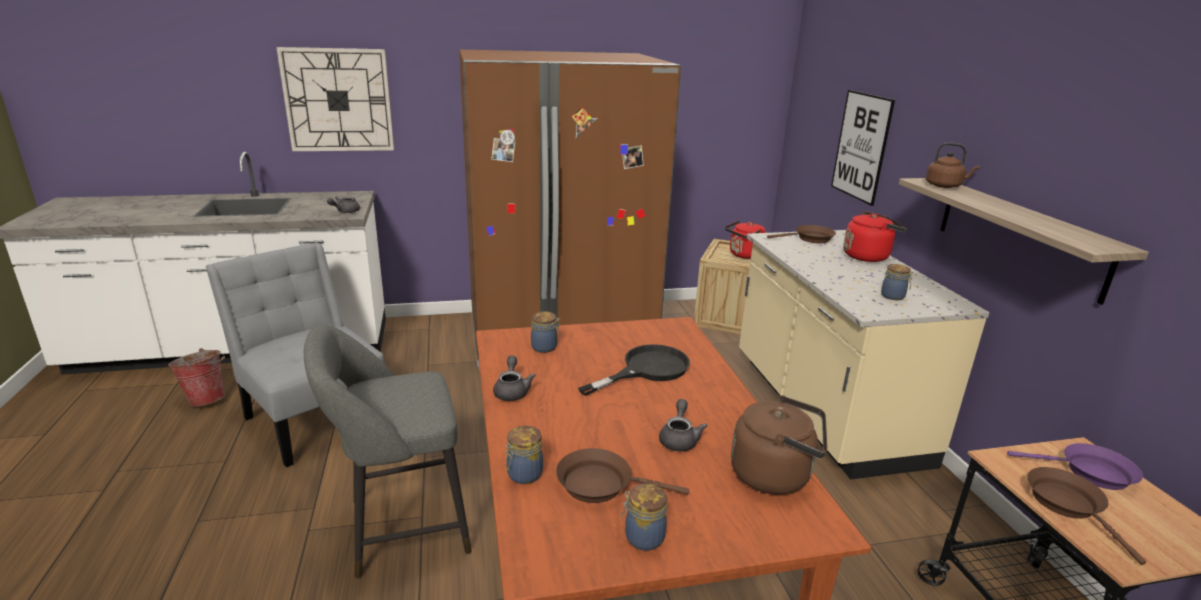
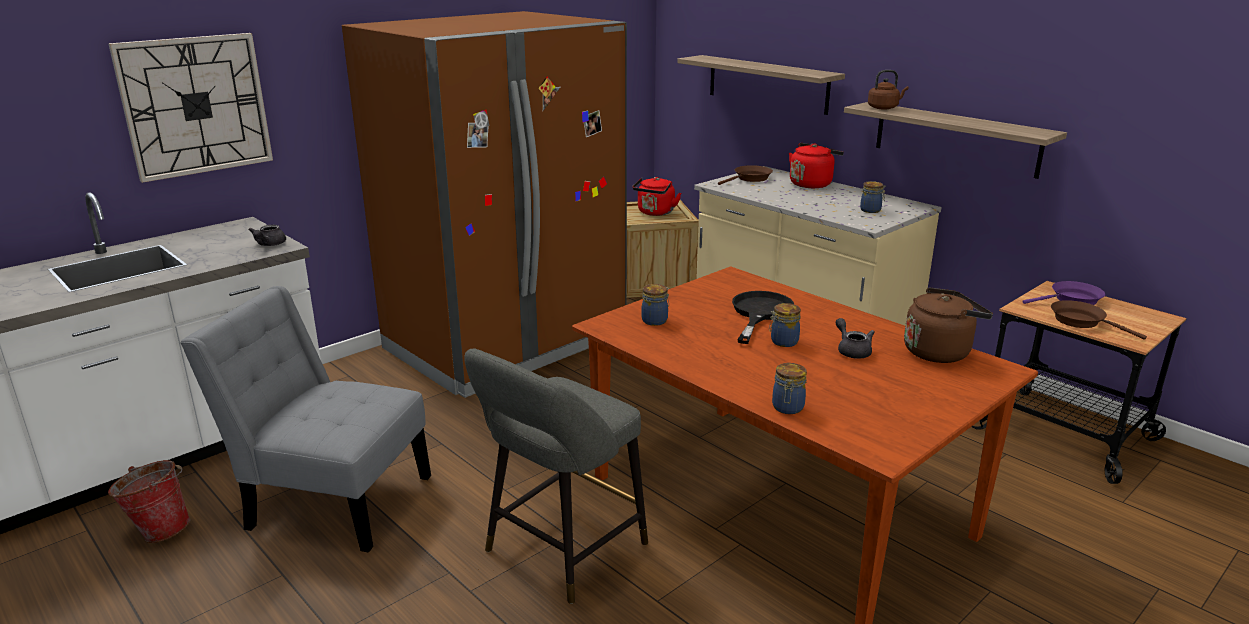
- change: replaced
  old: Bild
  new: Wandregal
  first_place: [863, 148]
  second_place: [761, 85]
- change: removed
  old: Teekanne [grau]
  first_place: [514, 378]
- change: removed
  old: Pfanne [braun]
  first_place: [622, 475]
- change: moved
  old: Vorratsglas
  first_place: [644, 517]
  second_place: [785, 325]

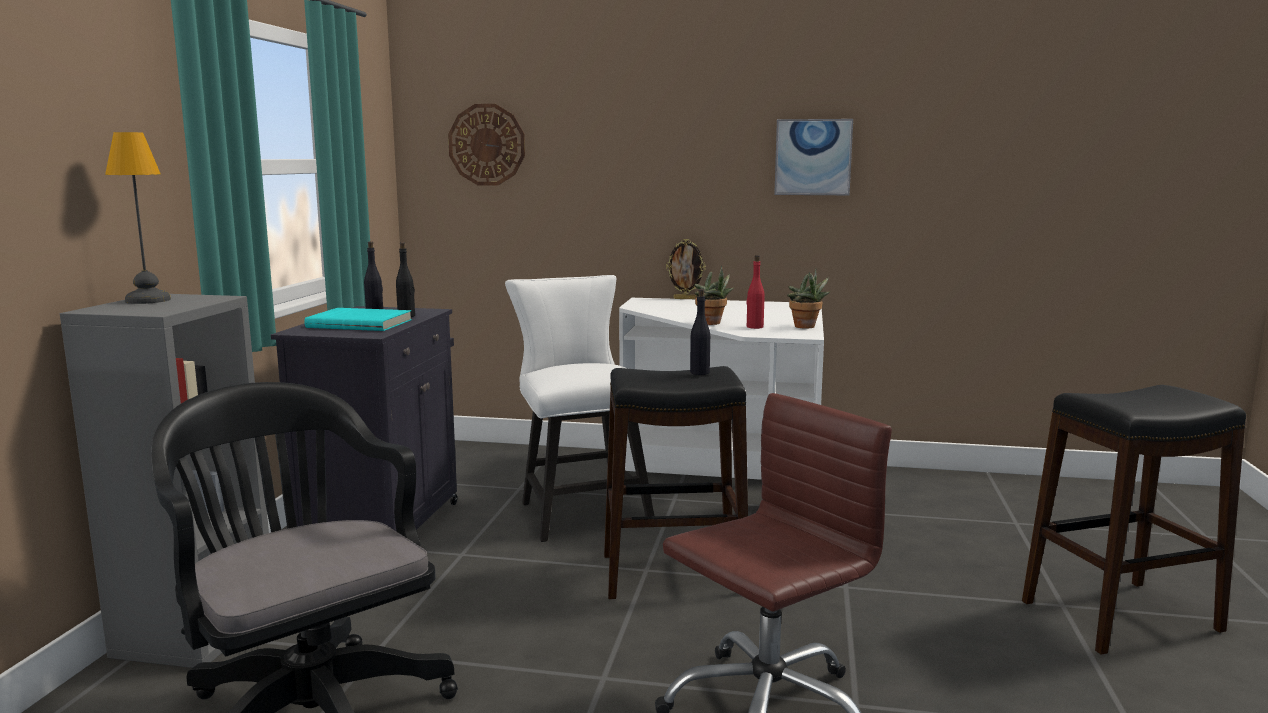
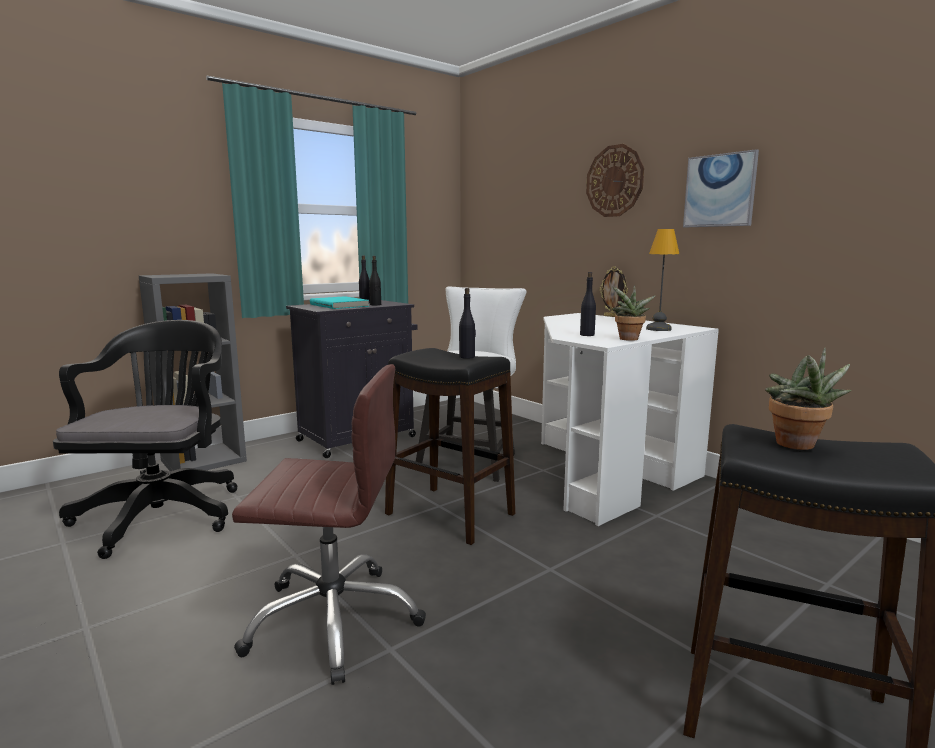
- change: moved
  old: Wanduhr
  first_place: [486, 145]
  second_place: [615, 180]
- change: moved
  old: Tischlampe
  first_place: [138, 218]
  second_place: [662, 280]
- change: recoloured
  old: Flasche [rot]
  new: Flasche [schwarz]
  first_place: [756, 292]
  second_place: [588, 304]
- change: moved
  old: Topfpflanze
  first_place: [714, 295]
  second_place: [808, 399]

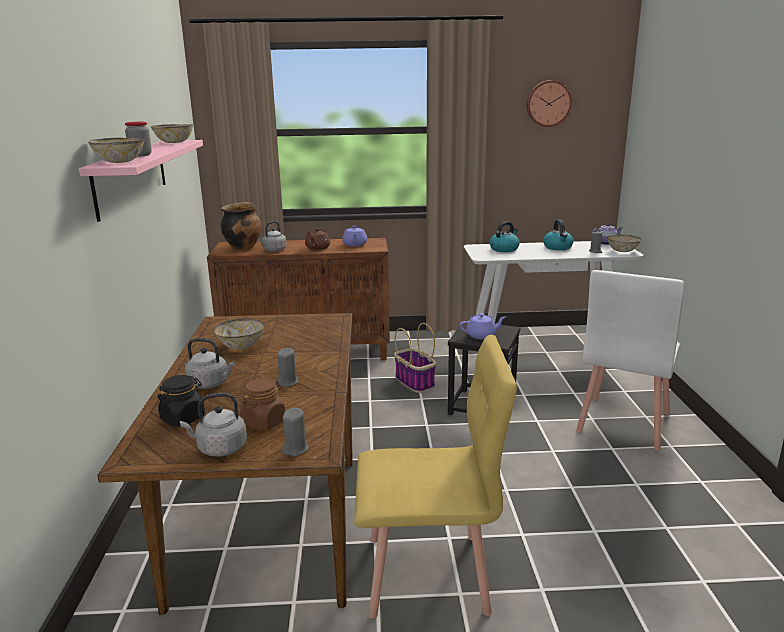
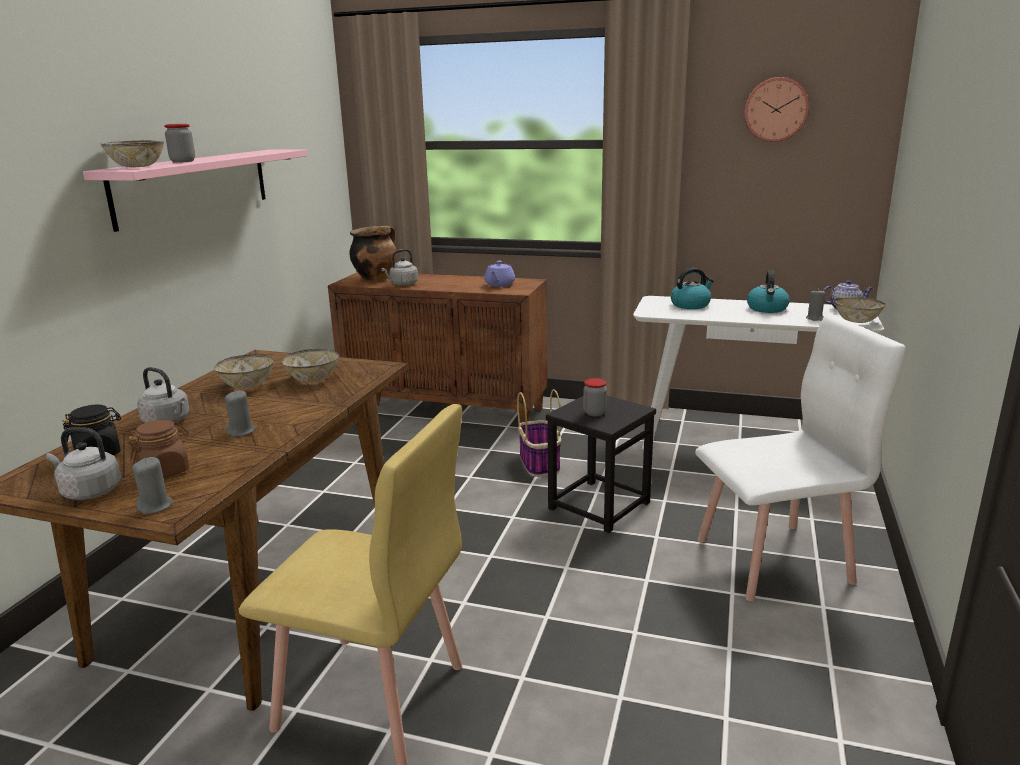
- change: moved
  old: Schüssel
  first_place: [172, 133]
  second_place: [310, 365]
- change: removed
  old: Teekanne [braun]
  first_place: [317, 239]
- change: turned
  old: Stuhl [weiß]
  first_place: [630, 360]
  second_place: [800, 457]
  degrees: -150
- change: replaced
  old: Teekanne [lila]
  new: Vorratsglas
  first_place: [483, 326]
  second_place: [595, 397]

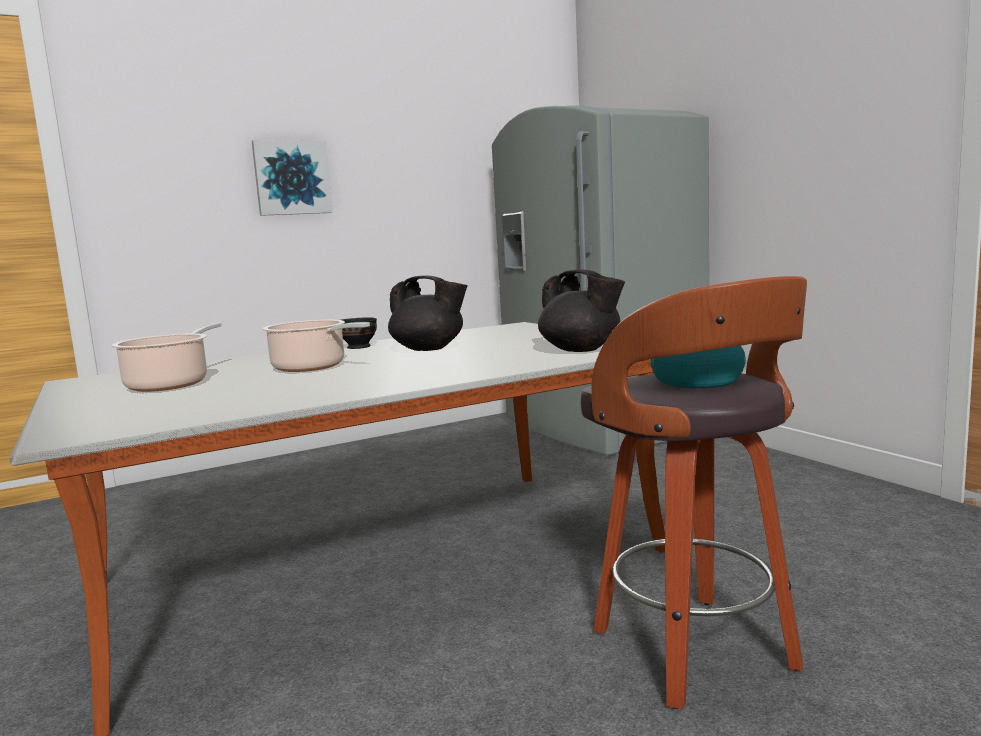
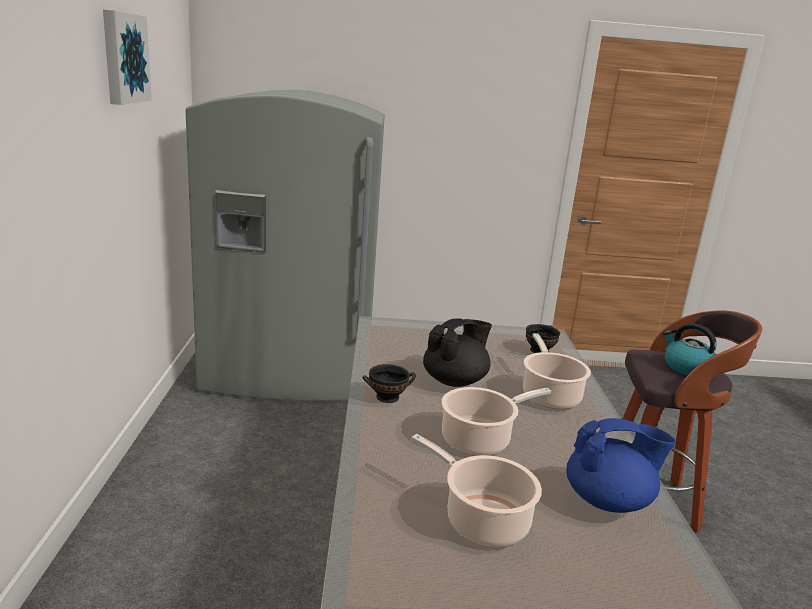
- change: moved
  old: Bild
  first_place: [292, 178]
  second_place: [127, 57]
- change: replaced
  old: Teekanne [schwarz]
  new: Schüssel [schwarz]
  first_place: [581, 311]
  second_place: [543, 338]
- change: added
  new: Kochtopf
  second_place: [557, 371]
- change: added
  new: Teekanne [blau]
  second_place: [621, 465]

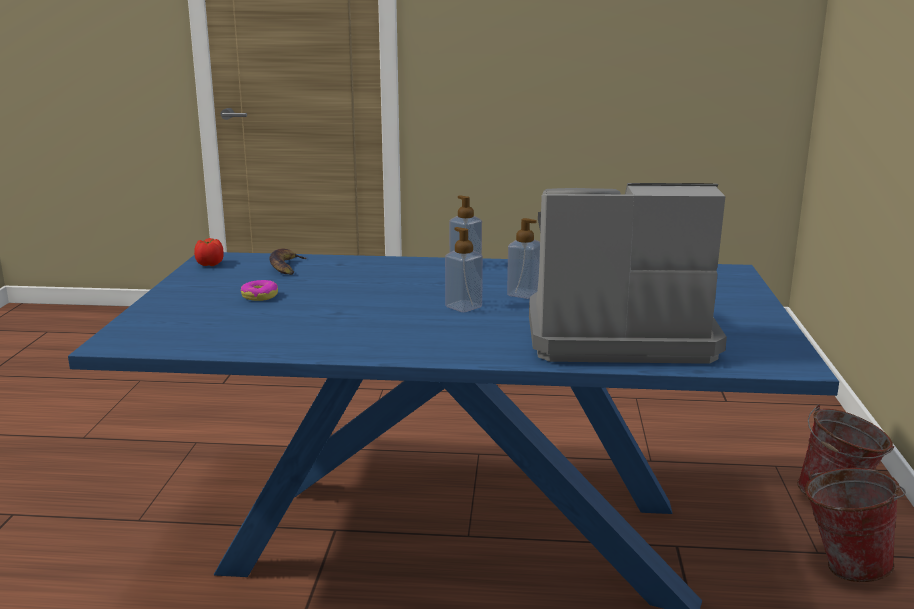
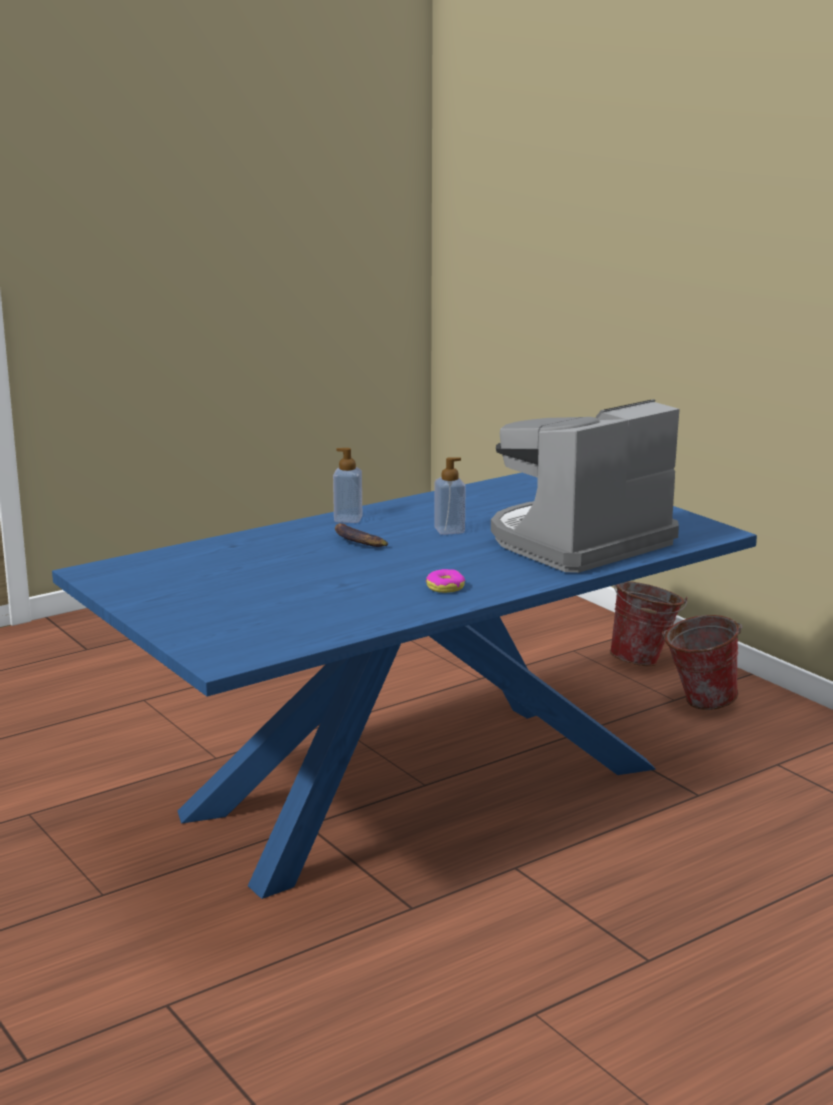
- change: removed
  old: Seifenspender
  first_place: [464, 269]
- change: removed
  old: Tomate
  first_place: [209, 252]
- change: moved
  old: Banane
  first_place: [288, 261]
  second_place: [361, 535]
- change: moved
  old: Donut
  first_place: [259, 290]
  second_place: [445, 581]

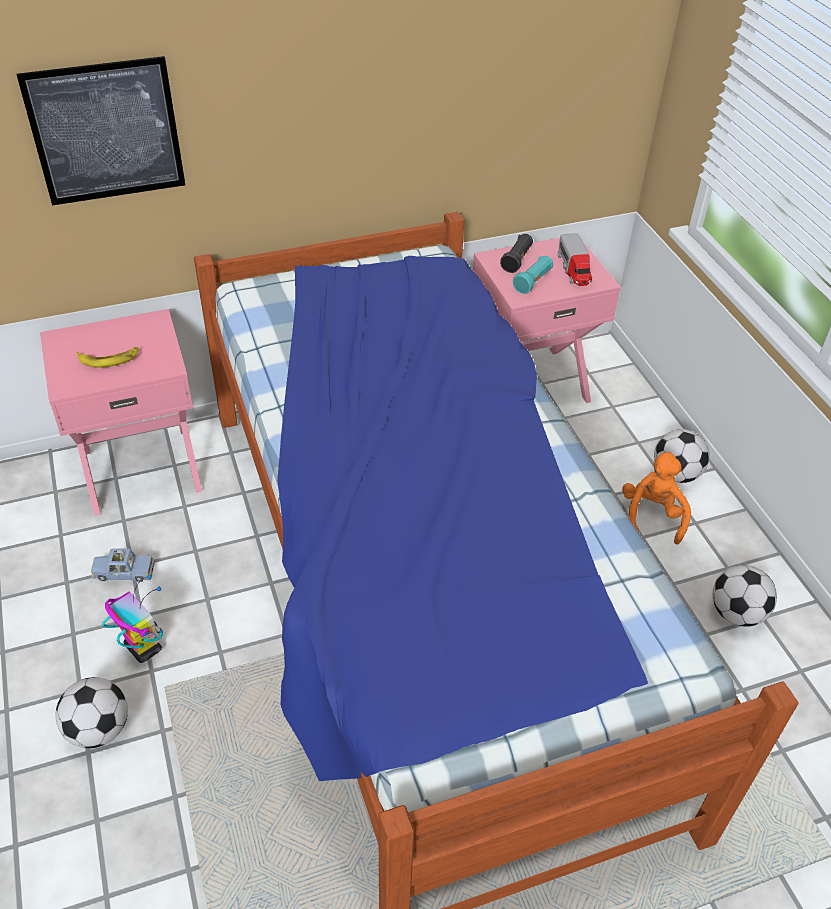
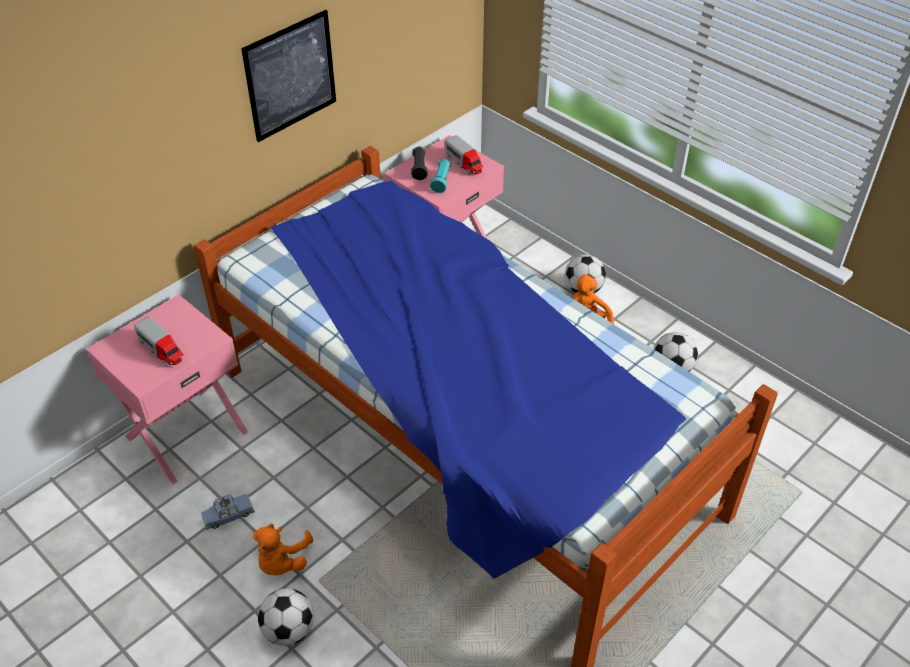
- change: moved
  old: Bild
  first_place: [101, 130]
  second_place: [288, 76]
- change: replaced
  old: Banane
  new: Spielzeuglaster
  first_place: [107, 357]
  second_place: [159, 341]
- change: replaced
  old: Spielzeugroboter
  new: Plüschtier [orange]
  first_place: [132, 618]
  second_place: [283, 549]

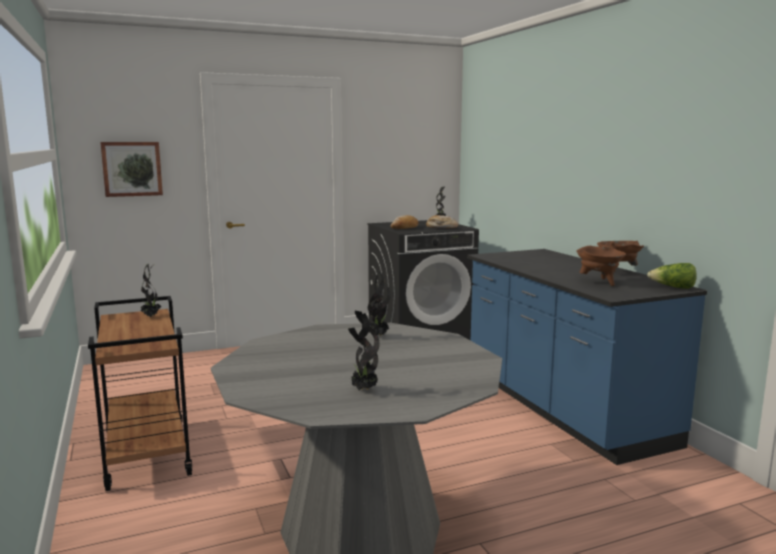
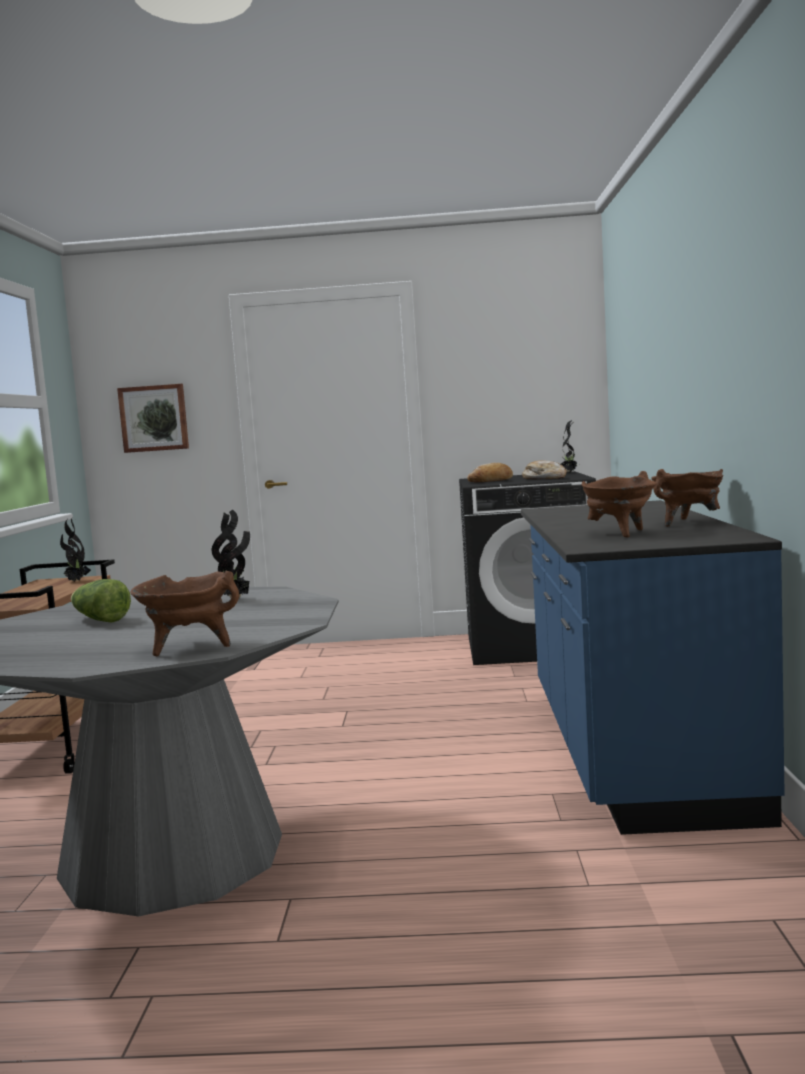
- change: moved
  old: Salatkopf
  first_place: [672, 276]
  second_place: [101, 601]
- change: removed
  old: Topfpflanze
  first_place: [364, 350]
- change: added
  new: Kochtopf [braun]
  second_place: [184, 613]

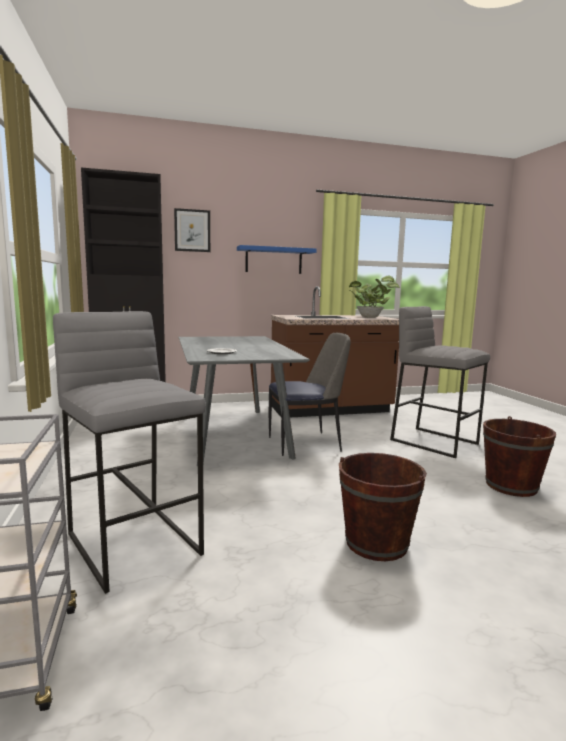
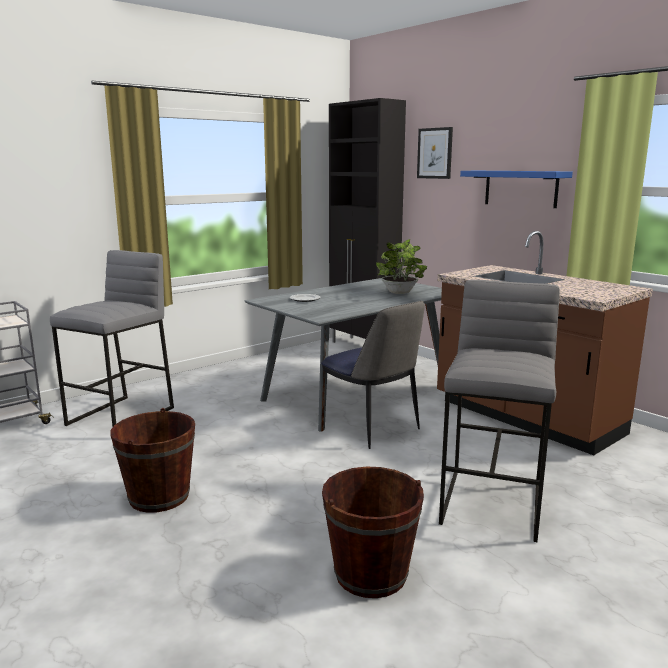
- change: moved
  old: Topfpflanze
  first_place: [374, 297]
  second_place: [401, 266]

